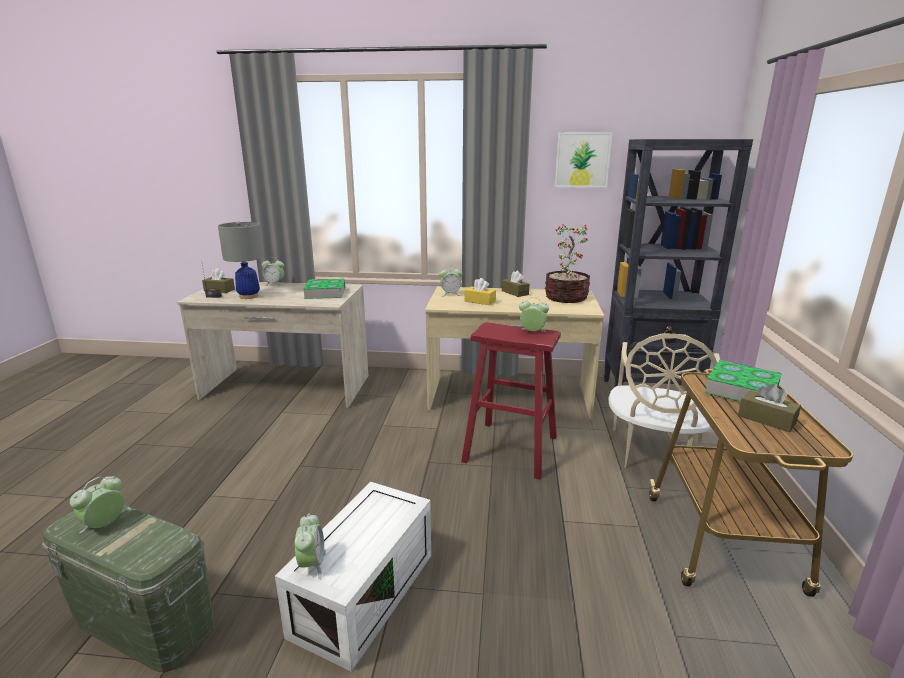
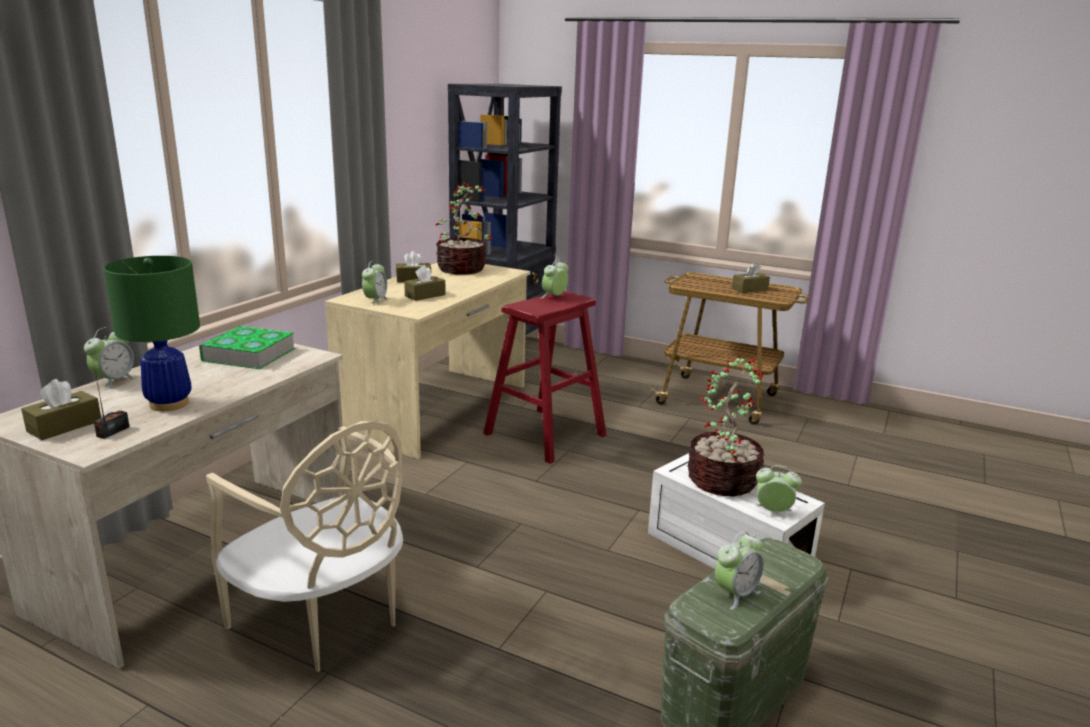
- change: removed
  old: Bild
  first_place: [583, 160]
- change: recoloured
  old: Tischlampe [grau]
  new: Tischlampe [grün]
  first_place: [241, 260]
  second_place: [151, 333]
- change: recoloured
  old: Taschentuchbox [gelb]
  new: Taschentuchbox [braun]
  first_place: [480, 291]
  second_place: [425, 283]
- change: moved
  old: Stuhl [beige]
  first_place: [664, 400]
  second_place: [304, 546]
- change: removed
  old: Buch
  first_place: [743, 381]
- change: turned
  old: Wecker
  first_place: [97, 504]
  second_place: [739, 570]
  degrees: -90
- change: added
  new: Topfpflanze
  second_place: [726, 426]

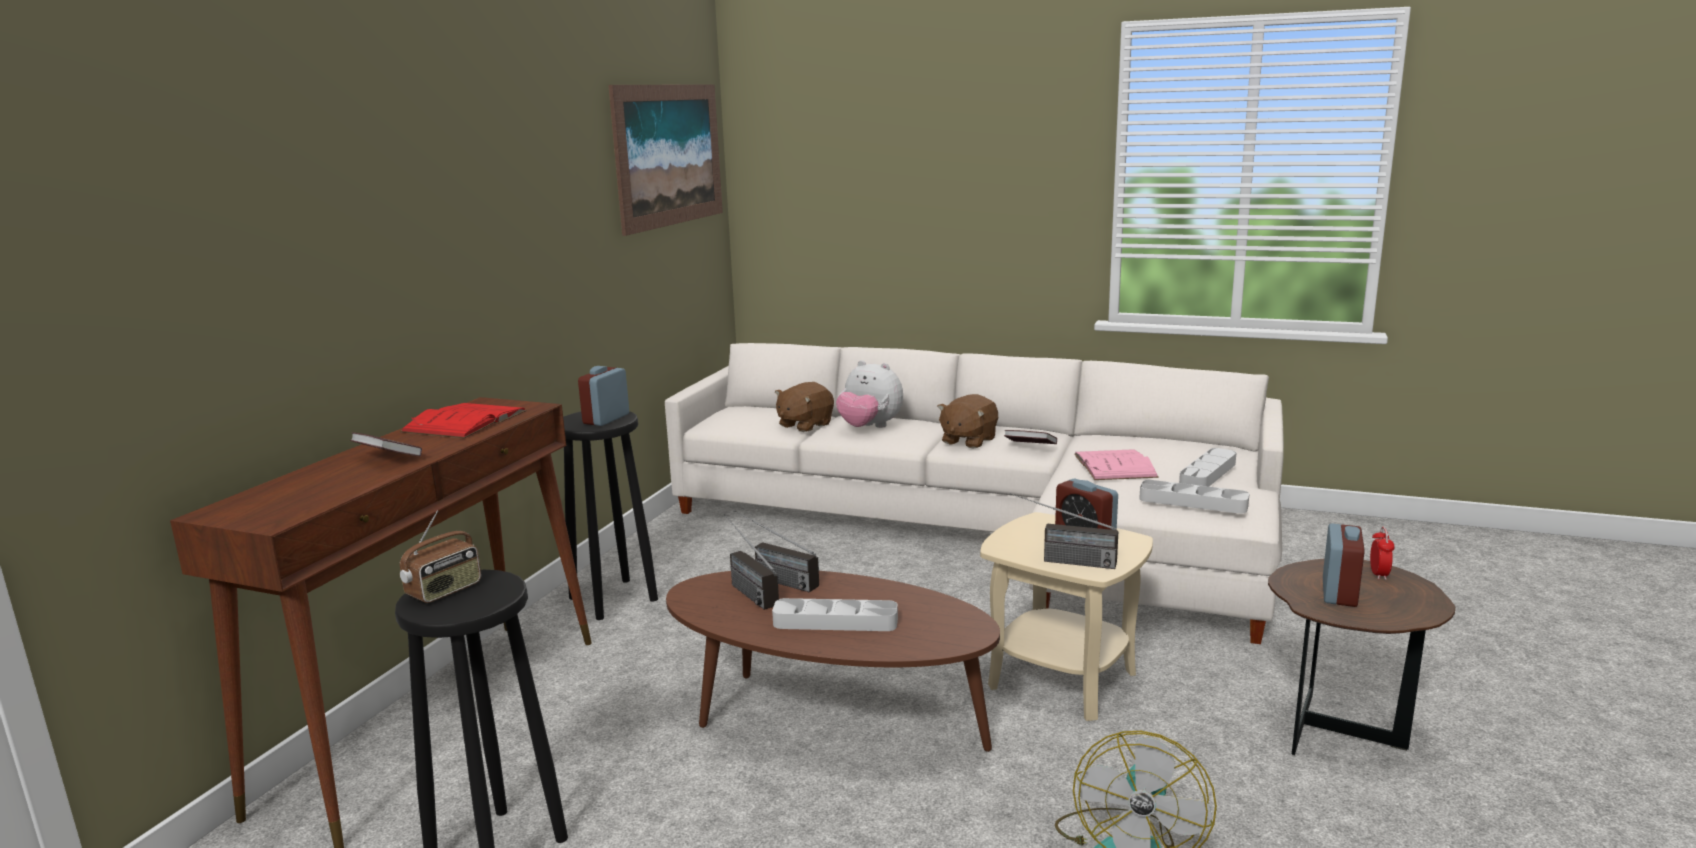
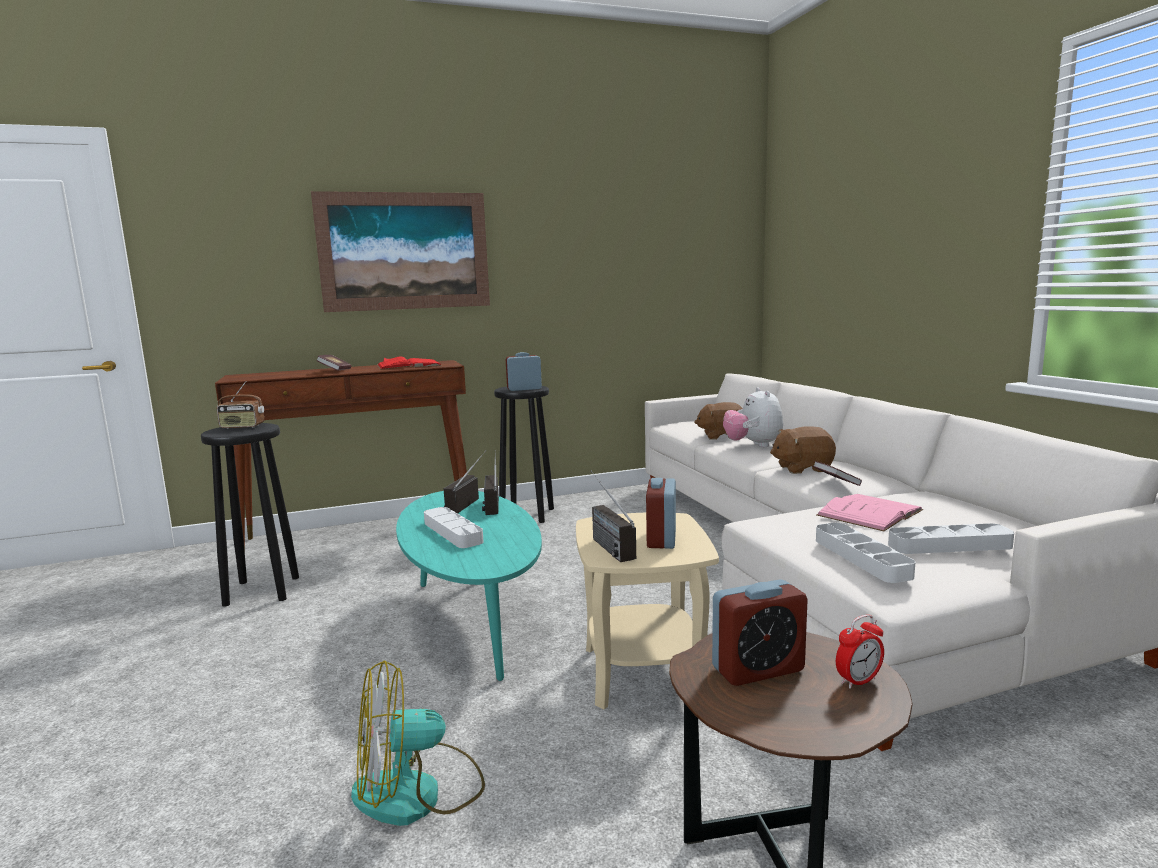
- change: moved
  old: Bild
  first_place: [665, 160]
  second_place: [400, 251]
- change: recoloured
  old: Couchtisch [braun]
  new: Couchtisch [türkis]
  first_place: [833, 661]
  second_place: [469, 586]

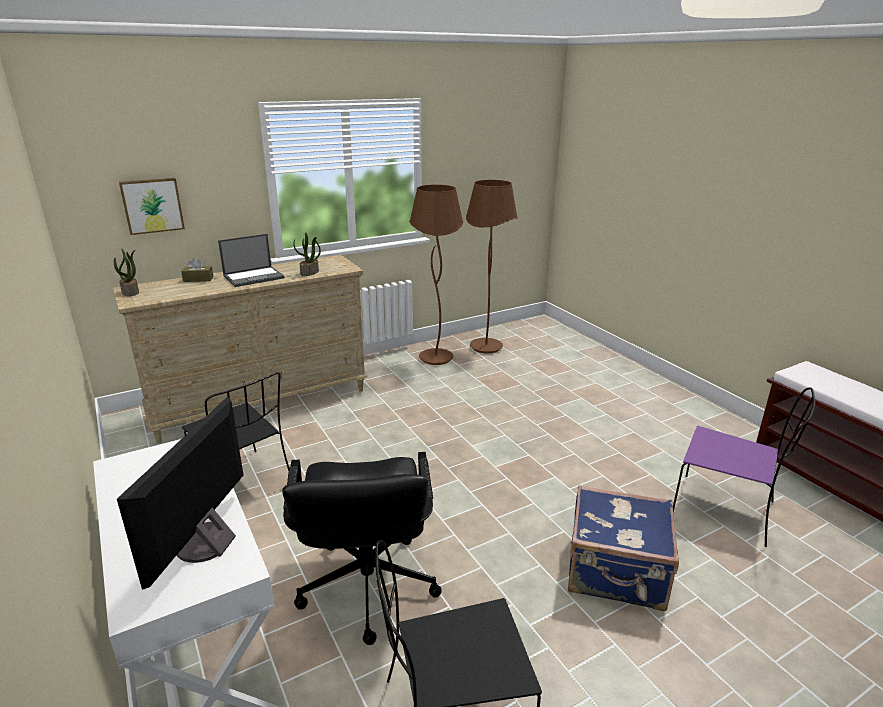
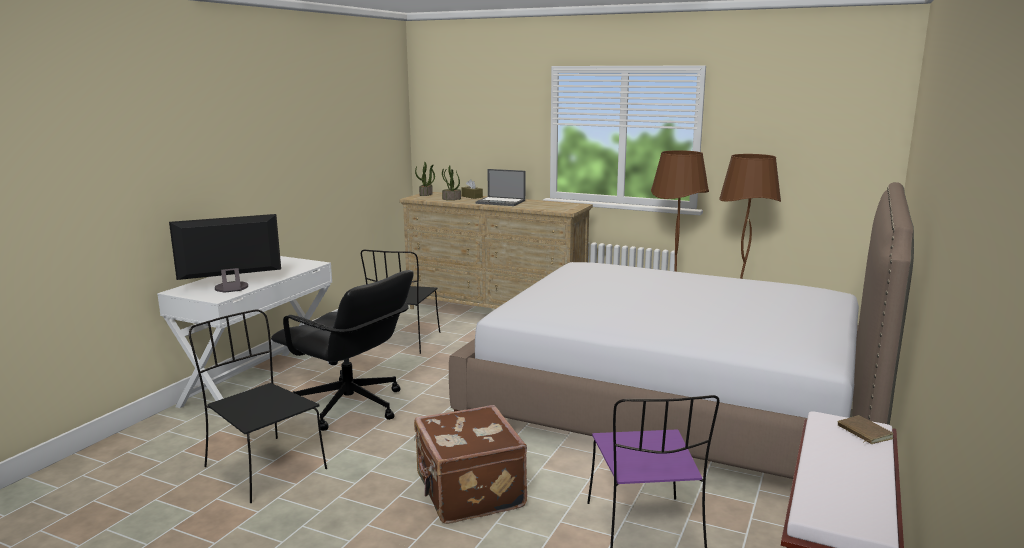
- change: removed
  old: Bild
  first_place: [152, 206]
- change: moved
  old: Topfpflanze
  first_place: [307, 254]
  second_place: [451, 182]
- change: turned
  old: Bürostuhl [schwarz]
  first_place: [362, 548]
  second_place: [342, 350]
  degrees: -105
- change: recoloured
  old: Koffer [blau]
  new: Koffer [braun]
  first_place: [623, 548]
  second_place: [470, 464]
- change: added
  new: Bett
  second_place: [681, 330]
- change: added
  new: Buch [braun]
  second_place: [866, 429]

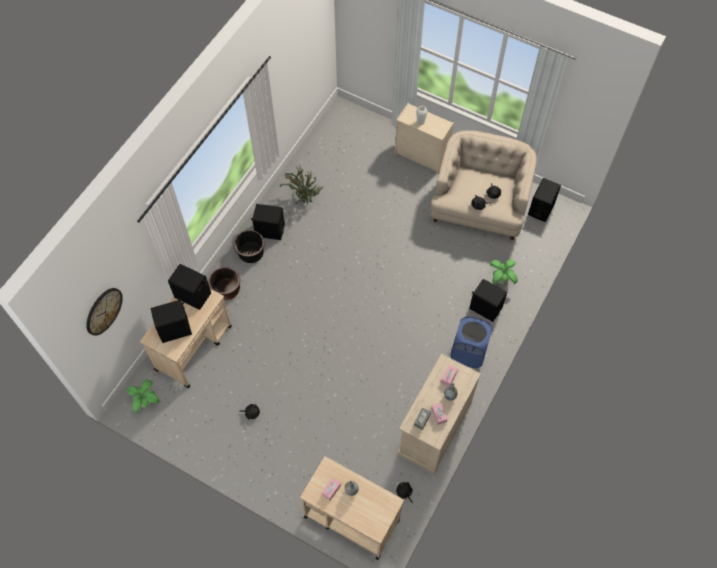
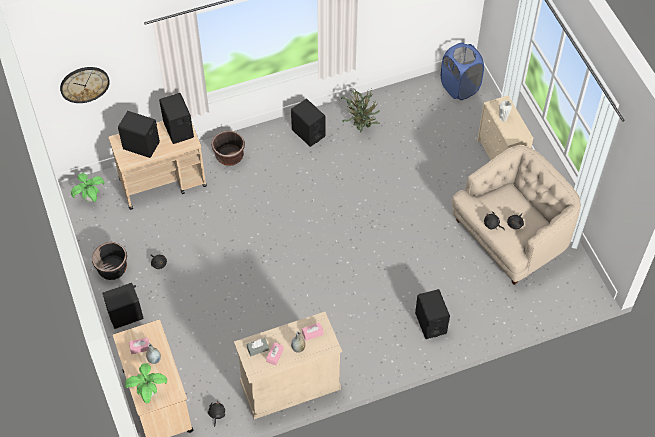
- change: moved
  old: Lautsprecher [schwarz]
  first_place: [544, 200]
  second_place: [123, 306]
- change: moved
  old: Pflanzkübel [schwarz]
  first_place: [249, 246]
  second_place: [109, 261]
- change: moved
  old: Topfpflanze
  first_place: [504, 272]
  second_place: [146, 383]
- change: moved
  old: Wäschekorb [blau]
  first_place: [471, 342]
  second_place: [462, 71]

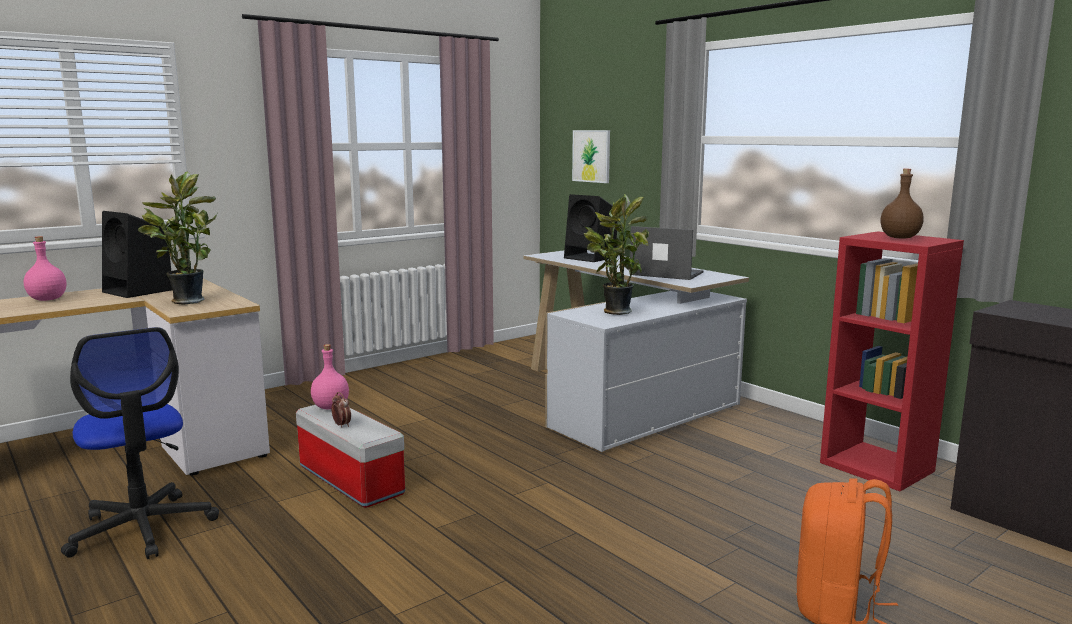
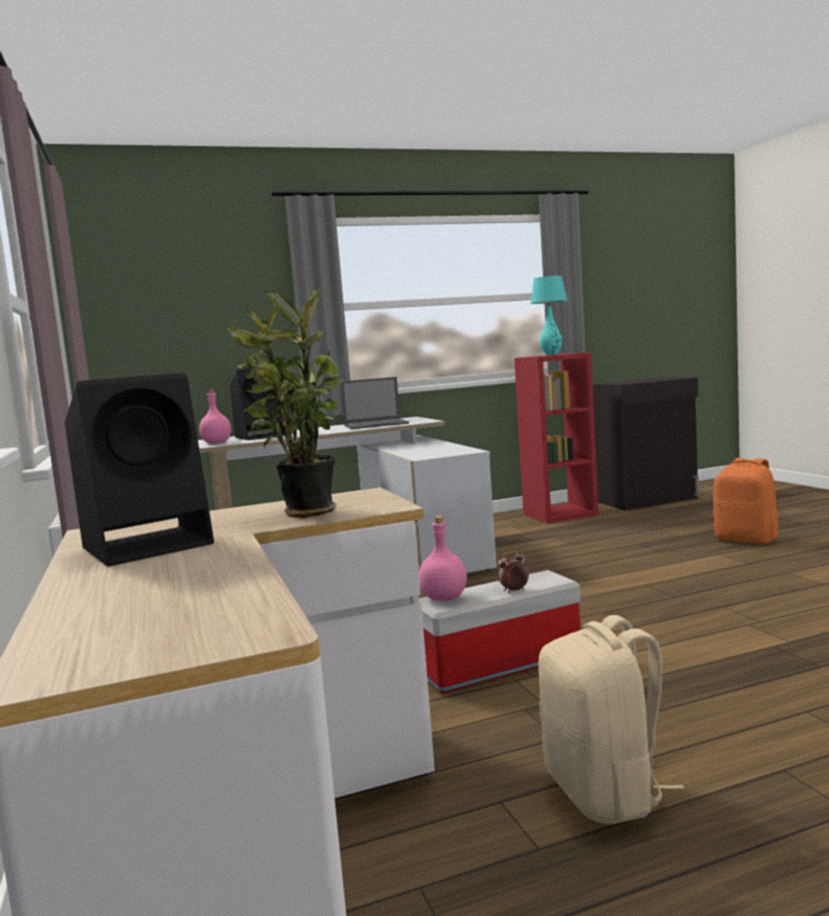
- change: removed
  old: Bild
  first_place: [591, 156]
- change: replaced
  old: Flasche [braun]
  new: Tischlampe [türkis]
  first_place: [902, 203]
  second_place: [549, 315]
- change: removed
  old: Topfpflanze
  first_place: [616, 254]
- change: turned
  old: Laptop
  first_place: [666, 253]
  second_place: [375, 403]
  degrees: -150
- change: moved
  old: Flasche [rosa]
  first_place: [45, 268]
  second_place: [215, 416]
- change: replaced
  old: Bürostuhl
  new: Rucksack [beige]
  first_place: [140, 443]
  second_place: [611, 719]

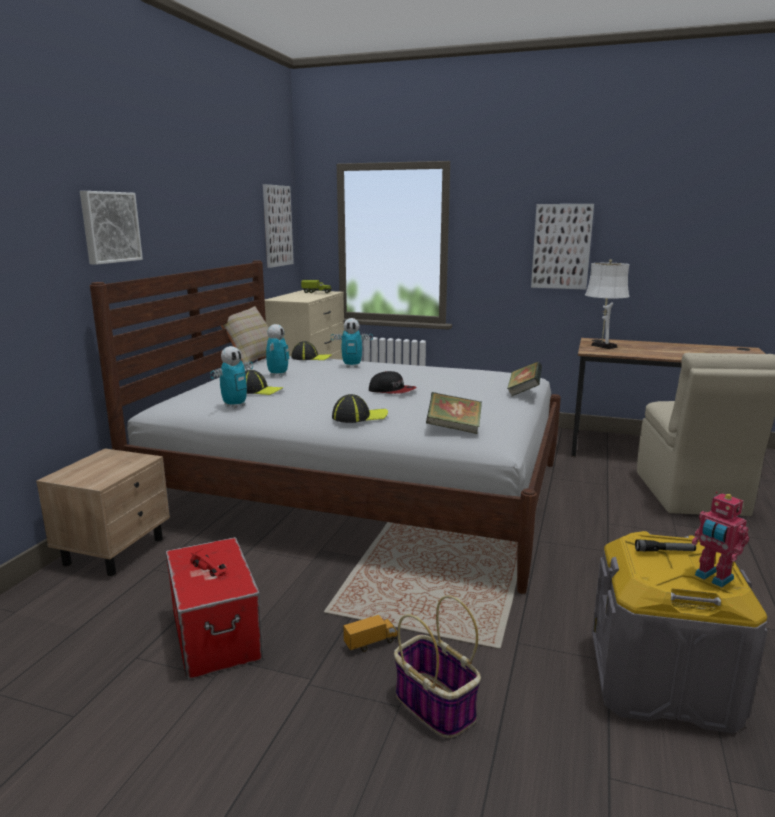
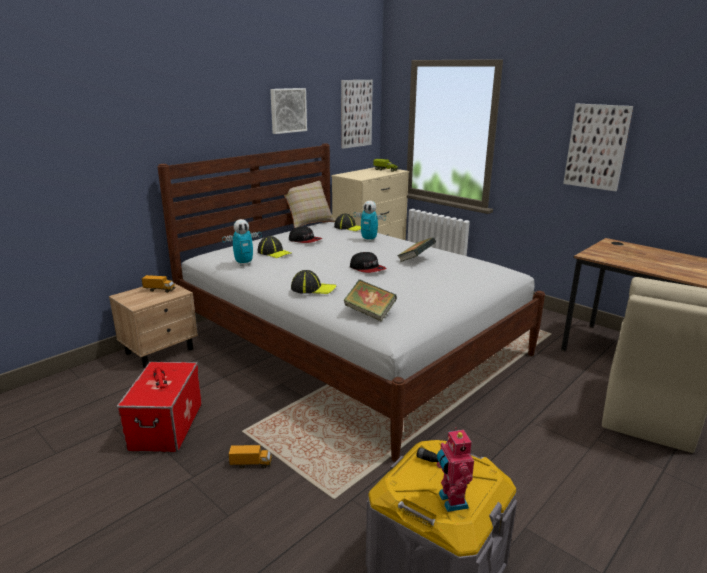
- change: moved
  old: Bild
  first_place: [111, 228]
  second_place: [288, 111]
- change: removed
  old: Tischlampe [weiß]
  first_place: [607, 304]
- change: replaced
  old: Spielzeugroboter
  new: Kappe
  first_place: [277, 350]
  second_place: [305, 234]
- change: moved
  old: Buch
  first_place: [524, 379]
  second_place: [416, 249]
- change: removed
  old: Korb
  first_place: [437, 666]
- change: added
  new: Spielzeuglaster
  second_place: [158, 284]

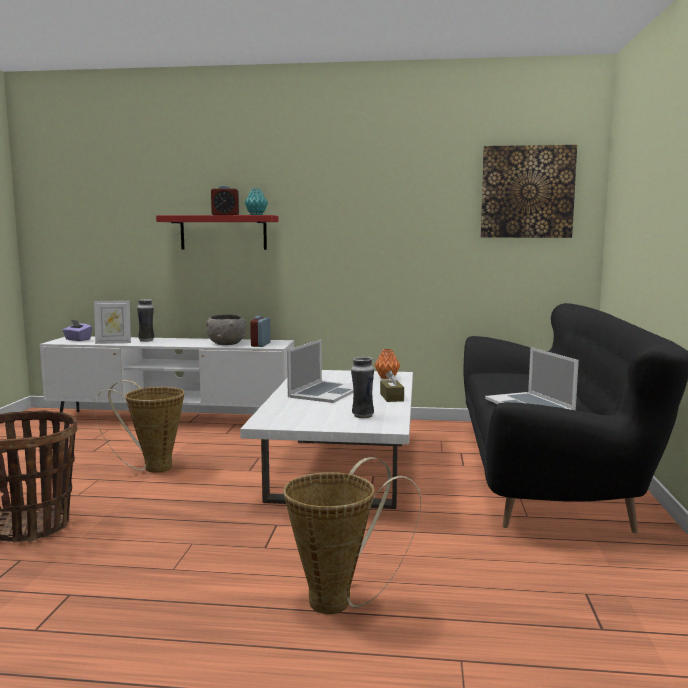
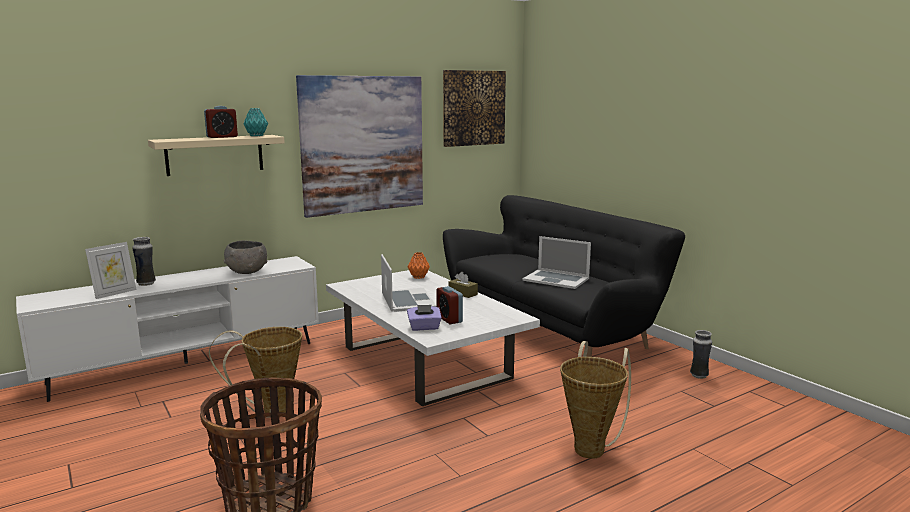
- change: recoloured
  old: Wandregal [rot]
  new: Wandregal [beige]
  first_place: [217, 232]
  second_place: [216, 155]
- change: moved
  old: Wecker
  first_place: [260, 331]
  second_place: [449, 305]
- change: moved
  old: Taschentuchbox [lila]
  first_place: [77, 330]
  second_place: [424, 318]
- change: moved
  old: Vase
  first_place: [362, 387]
  second_place: [701, 354]
- change: added
  new: Bild
  second_place: [359, 146]

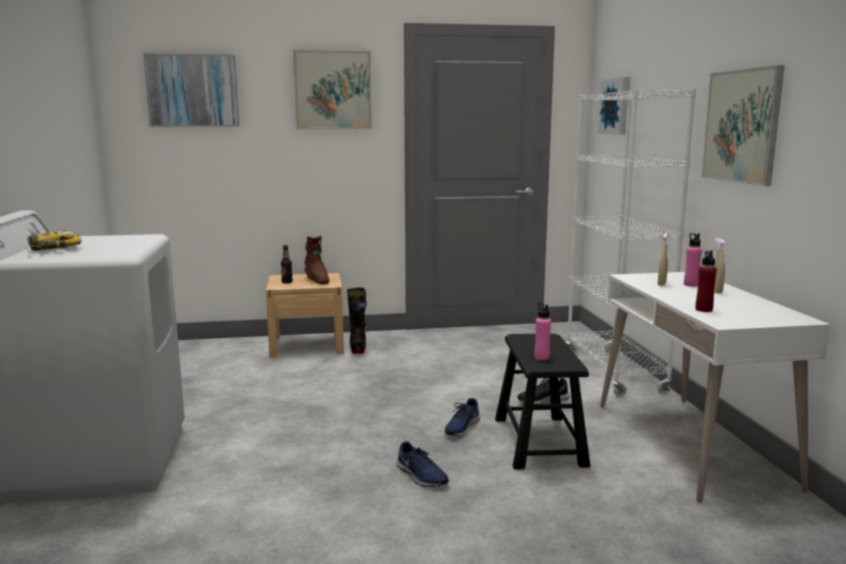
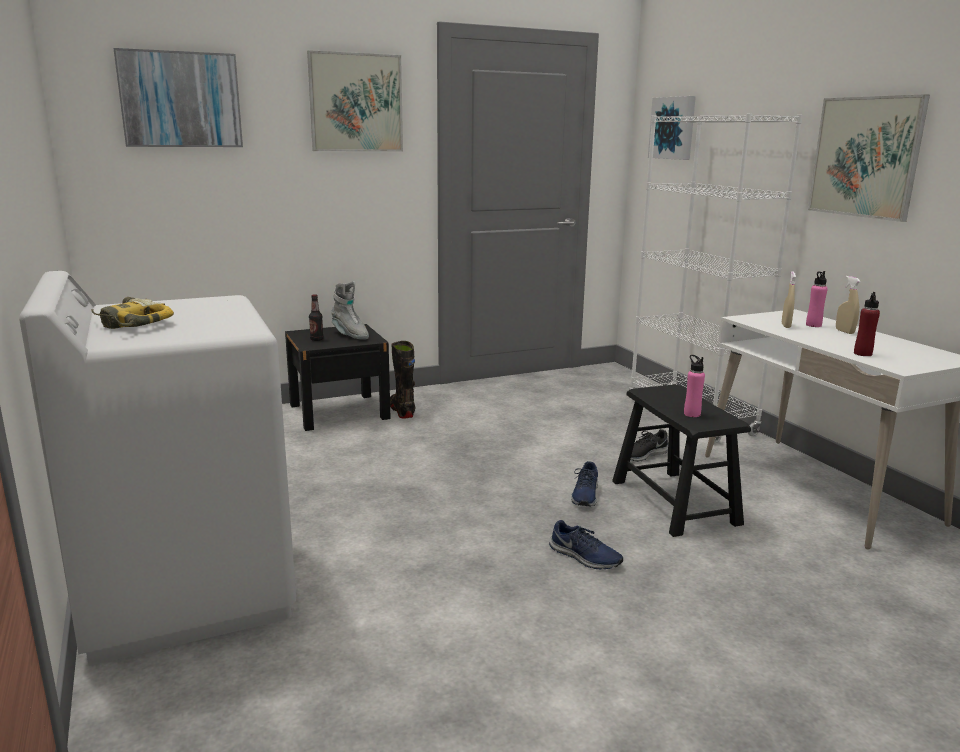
- change: recoloured
  old: Stiefel [braun]
  new: Stiefel [grau]
  first_place: [316, 259]
  second_place: [350, 310]
- change: recoloured
  old: Nachttisch [beige]
  new: Nachttisch [schwarz]
  first_place: [305, 315]
  second_place: [338, 377]

